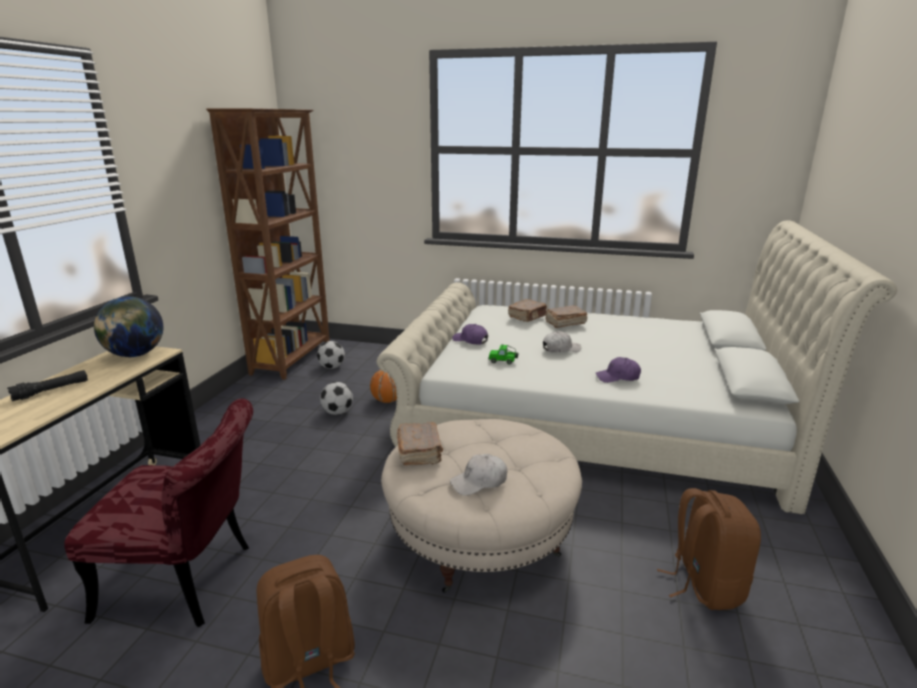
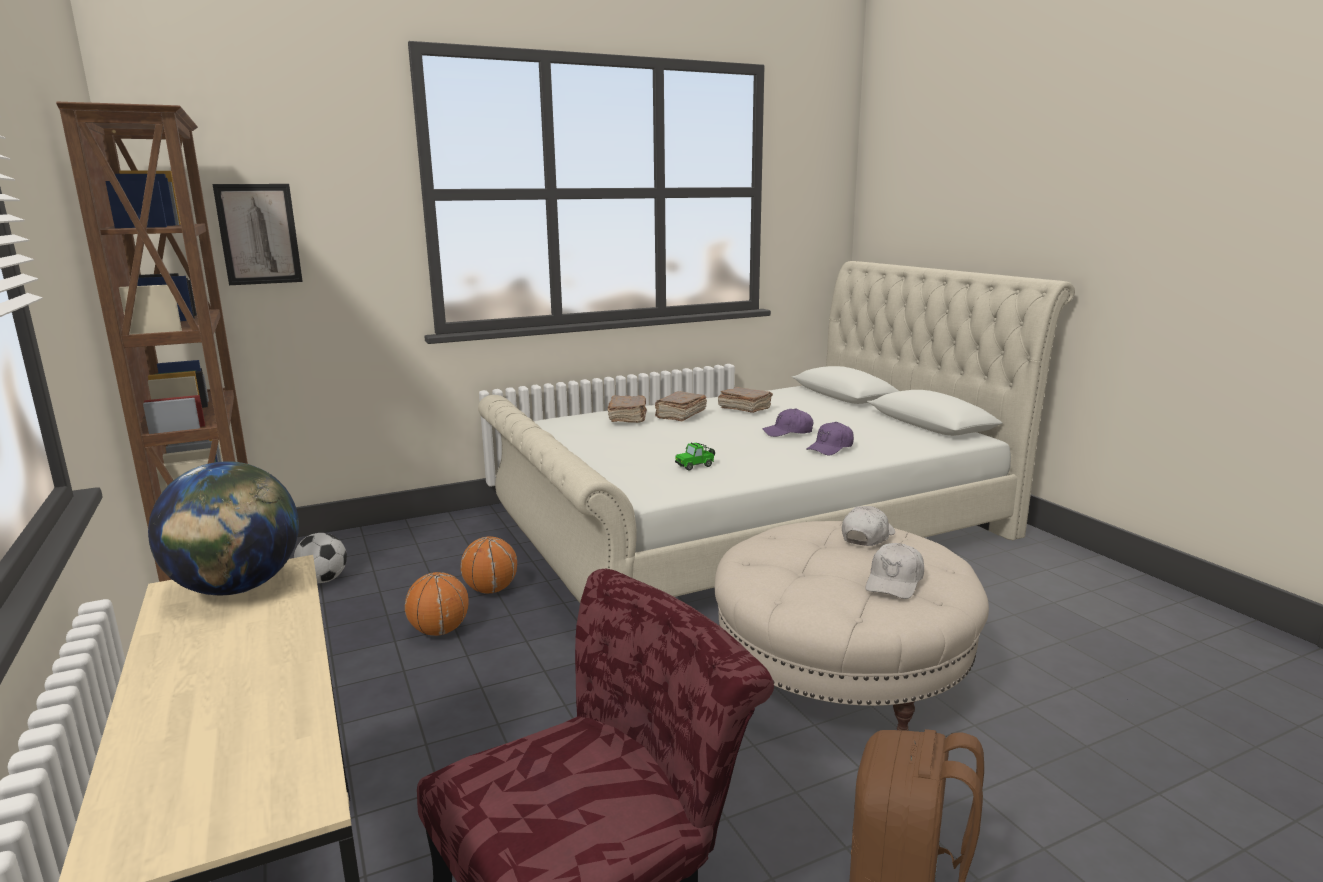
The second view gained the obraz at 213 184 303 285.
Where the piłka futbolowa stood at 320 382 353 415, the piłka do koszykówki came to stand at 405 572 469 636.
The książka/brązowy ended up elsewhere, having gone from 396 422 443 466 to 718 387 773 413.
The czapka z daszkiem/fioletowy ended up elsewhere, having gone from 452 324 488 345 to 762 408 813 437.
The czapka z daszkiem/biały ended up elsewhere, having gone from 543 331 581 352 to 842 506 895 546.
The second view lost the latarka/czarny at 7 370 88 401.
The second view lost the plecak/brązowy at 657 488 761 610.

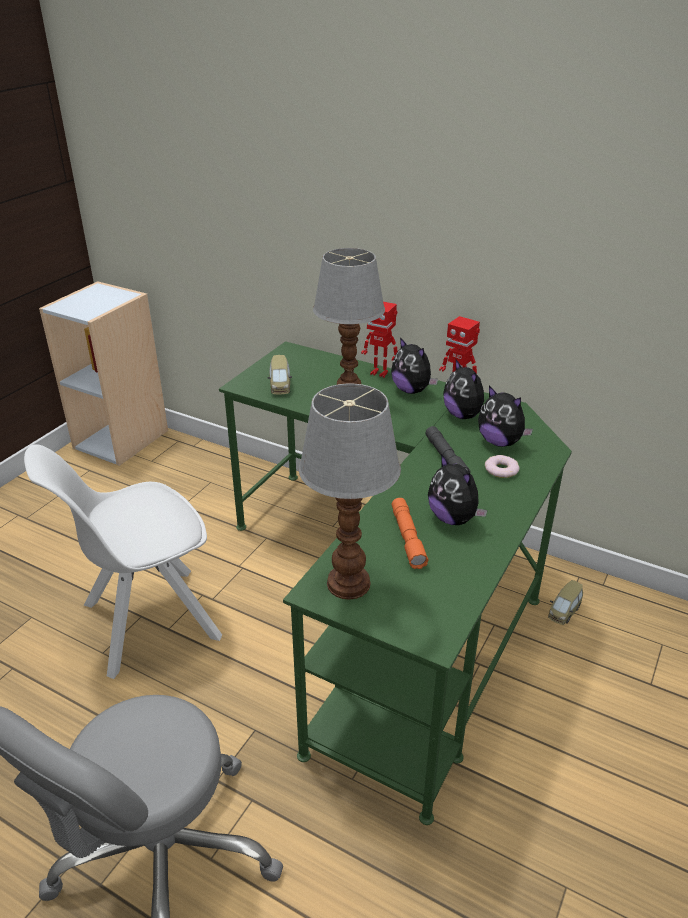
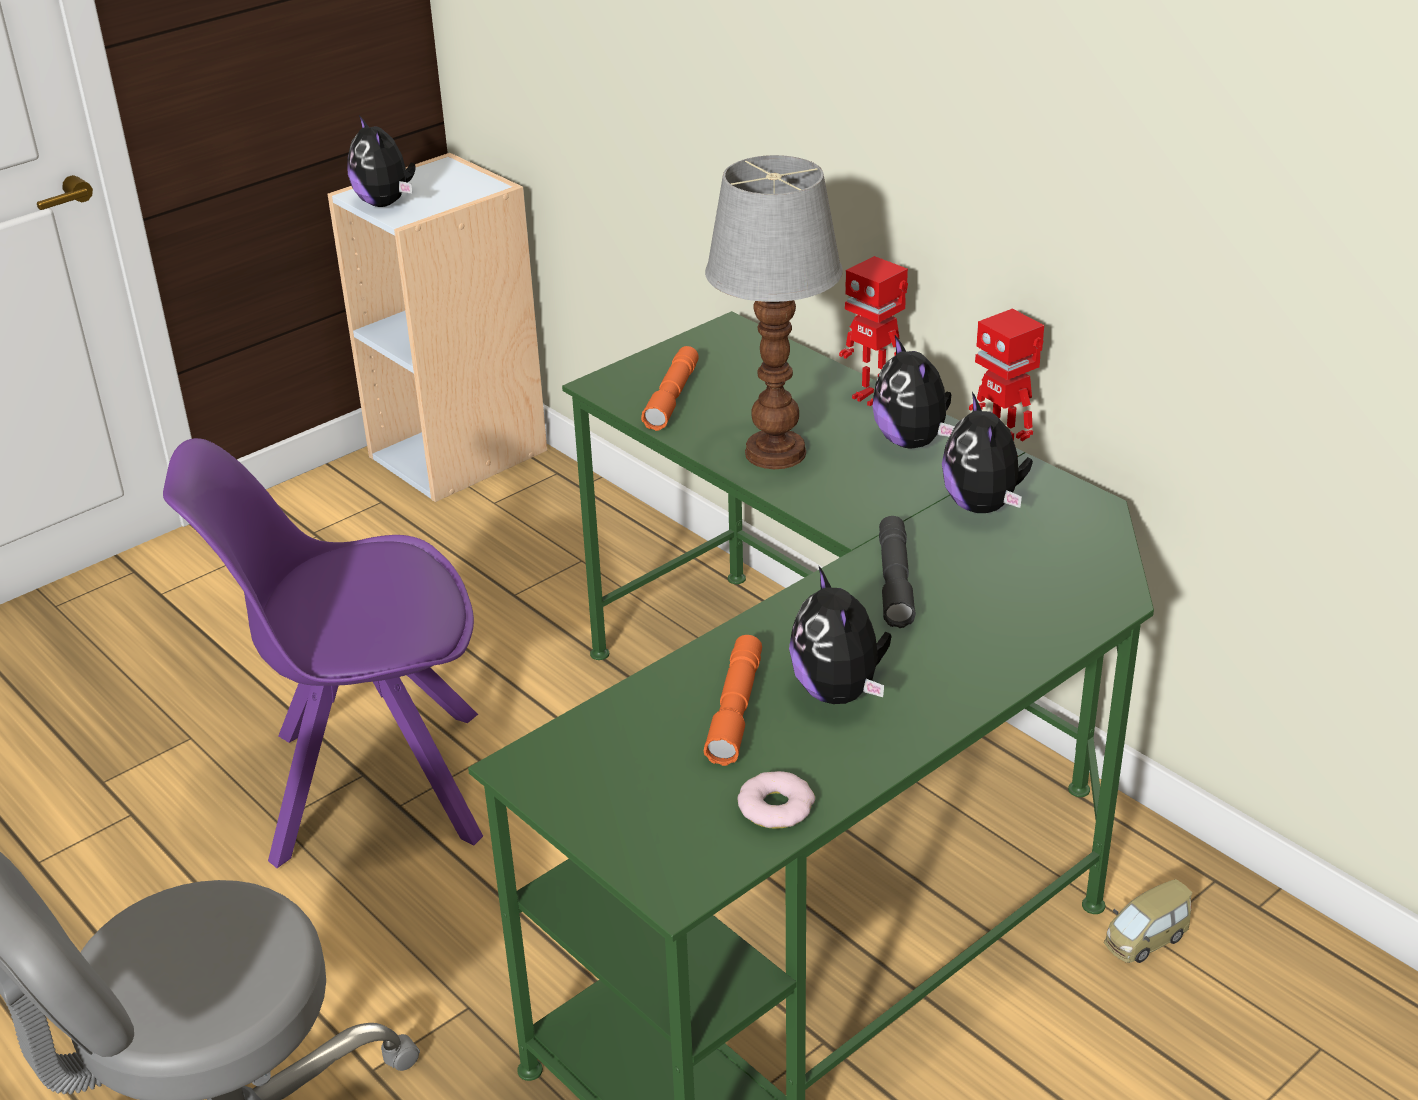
What was the krzesło/biały at 24 444 222 679 turned into the krzesło/fioletowy at 163 438 483 868.
The pluszak ended up elsewhere, having gone from 478 386 533 447 to 347 115 416 207.
Where the samochodzik stood at 268 355 292 395, the latarka/pomarańczowy came to stand at 641 346 699 431.
The donut ended up elsewhere, having gone from 485 455 520 478 to 738 771 815 829.
The second view lost the lampa stołowa at 299 384 401 600.

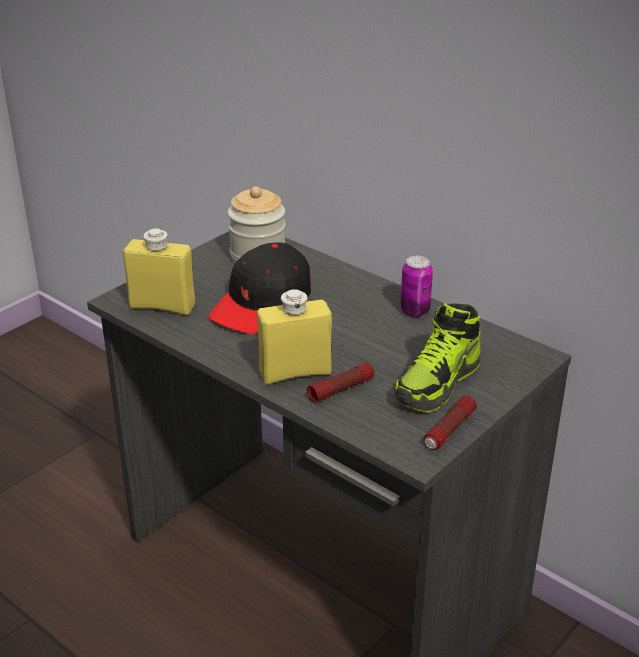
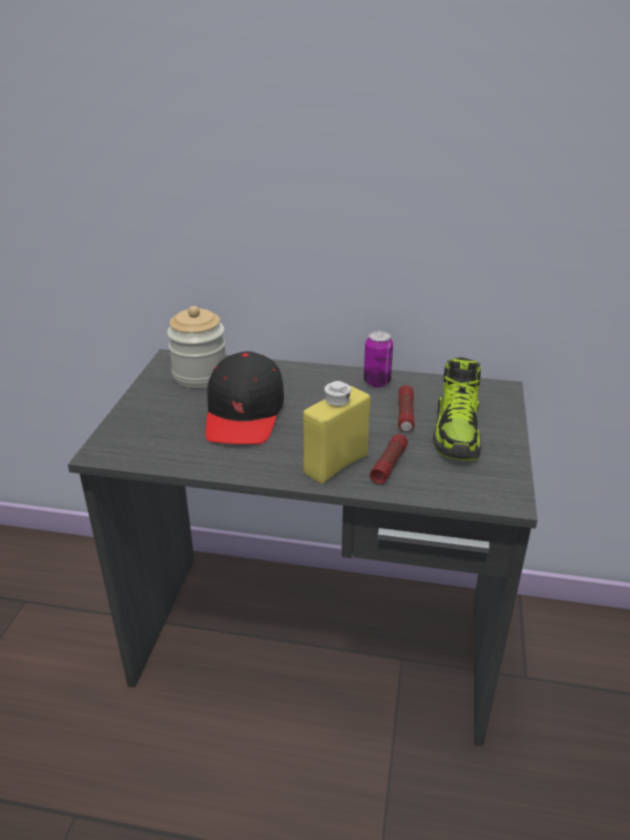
The latarka ended up elsewhere, having gone from 424 395 477 450 to 398 385 414 432.
The second view lost the butelka/żółty at 123 228 195 315.

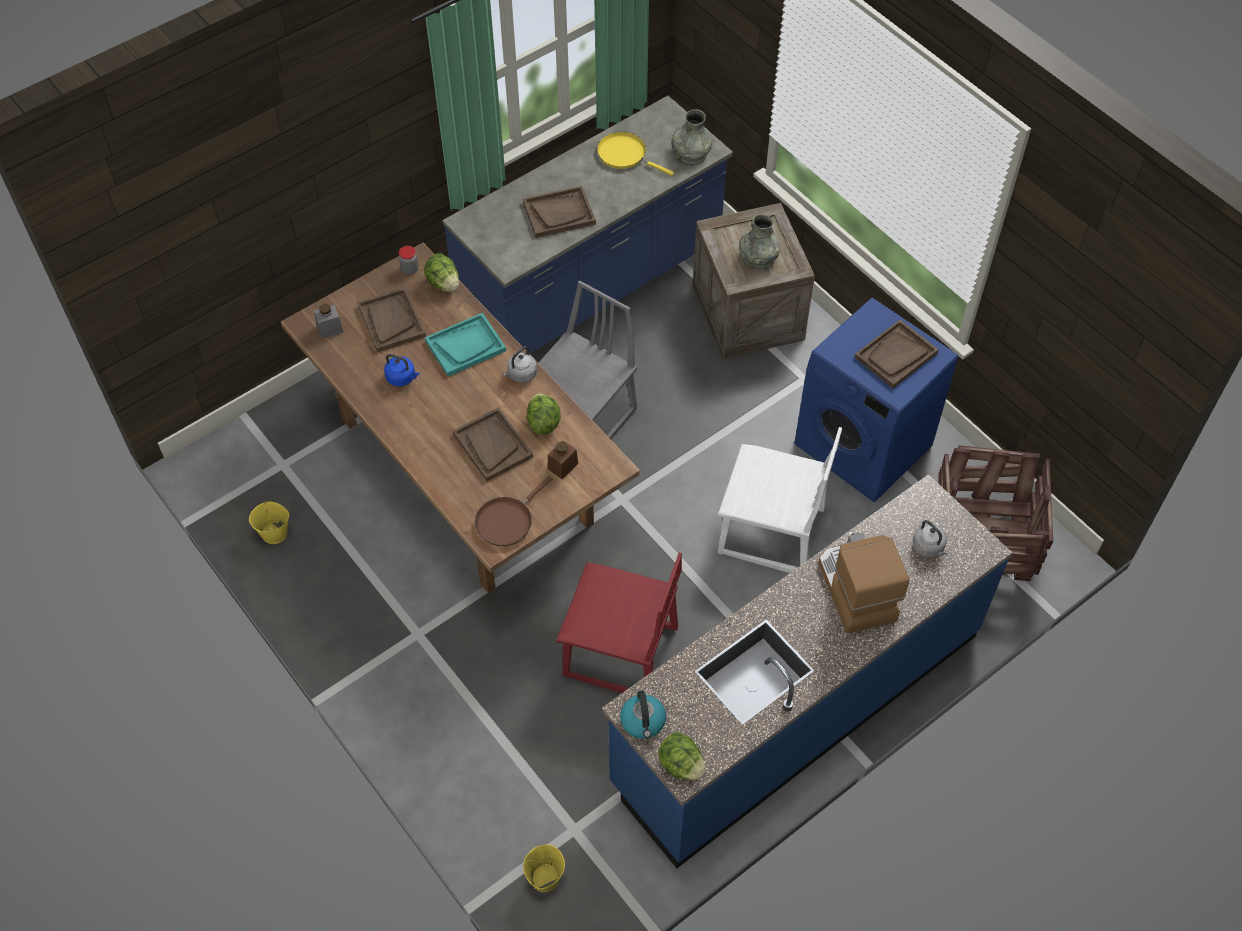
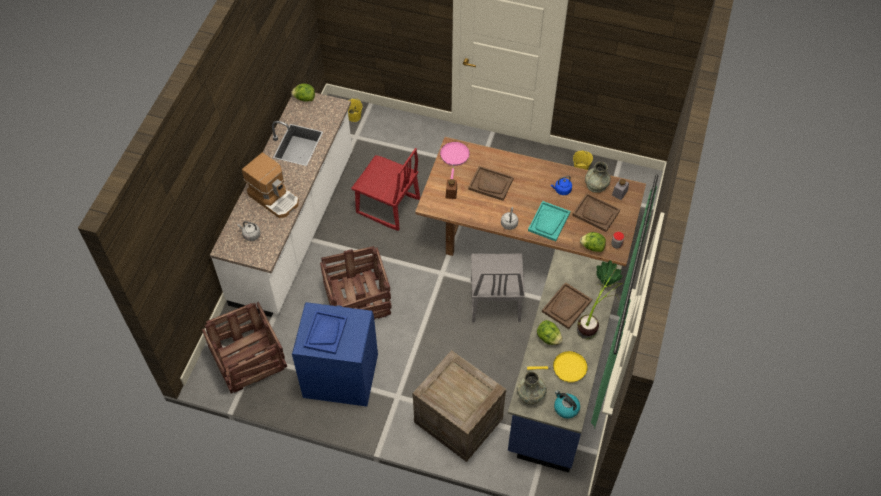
What was the zabudowa kuchenna/niebieski at 602 474 1012 868 turned into the zabudowa kuchenna/biały at 210 93 352 317.
What was the taca/brązowy at 854 320 939 388 turned into the taca/niebieski at 304 311 347 354.
Where the krzesło/biały stood at 718 427 842 573, the skrzynka came to stand at 320 246 392 320.
The krzesło/czerwony at 556 552 682 693 ended up facing another way, 135 degrees counterclockwise from before.
What was the patelnia/brązowy at 475 476 552 547 turned into the patelnia/różowy at 440 142 470 179.
The sałata ended up elsewhere, having gone from 526 393 561 435 to 537 320 563 345.
The czajnik ended up elsewhere, having gone from 620 691 666 739 to 554 390 580 419.
The second view gained the roślina doniczkowa at 577 266 623 339.
The wazon/szary ended up elsewhere, having gone from 739 214 780 269 to 585 162 611 193.
The second view gained the wazon/zielony at 596 260 622 286.

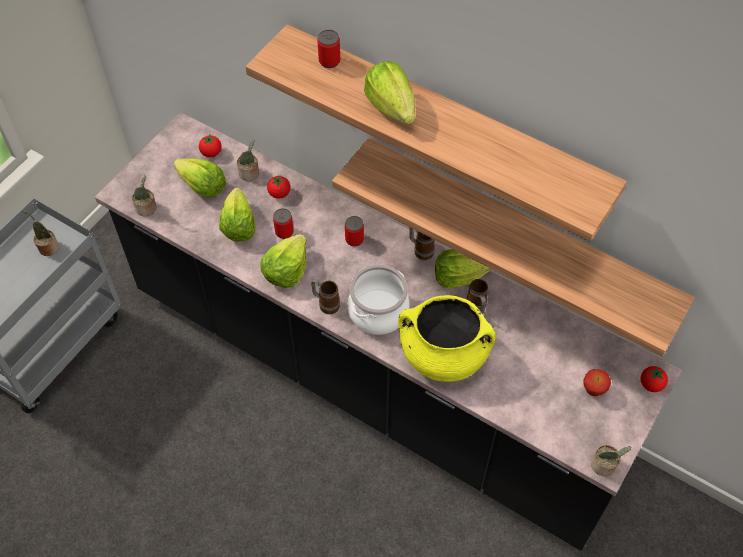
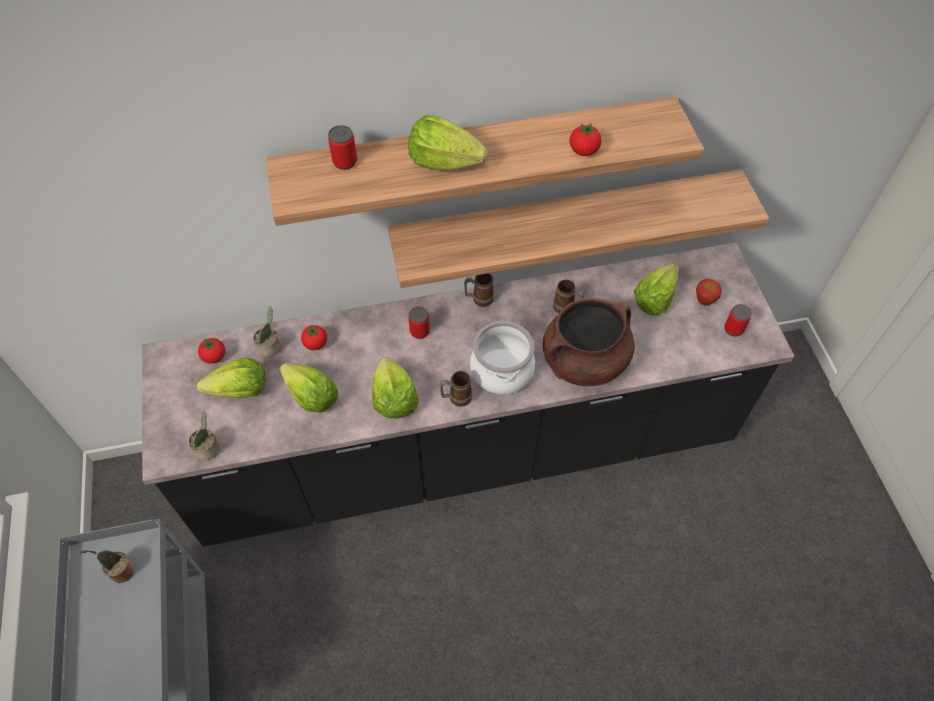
What was the garnek/żółty at 398 295 496 382 turned into the garnek/brązowy at 543 297 635 386.
The pomidor ended up elsewhere, having gone from 640 366 668 392 to 570 123 602 156.
The sałata ended up elsewhere, having gone from 435 249 492 288 to 634 264 679 316.
The puszka ended up elsewhere, having gone from 273 208 294 239 to 724 304 752 337.
The second view lost the roślina doniczkowa at 591 445 631 476.

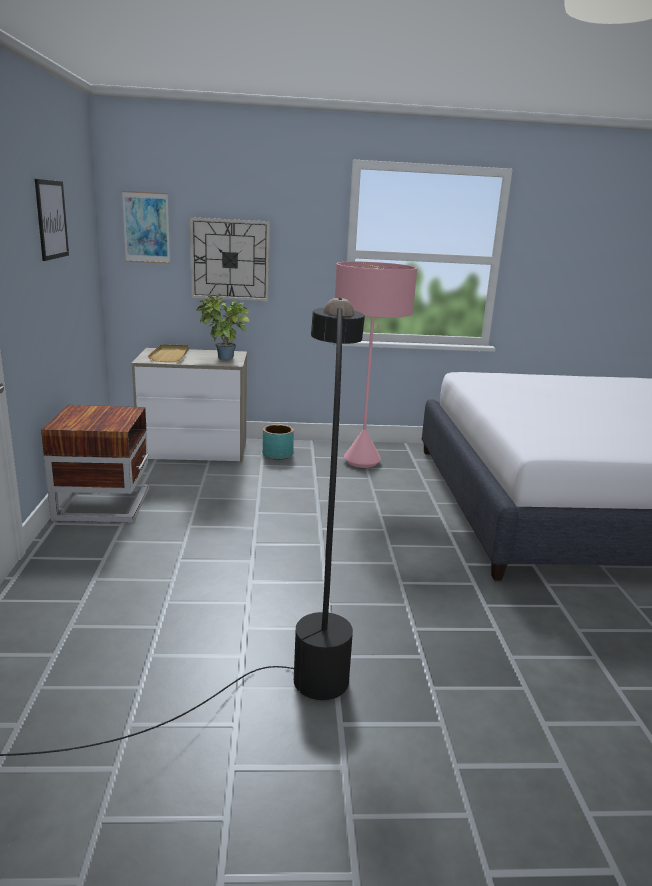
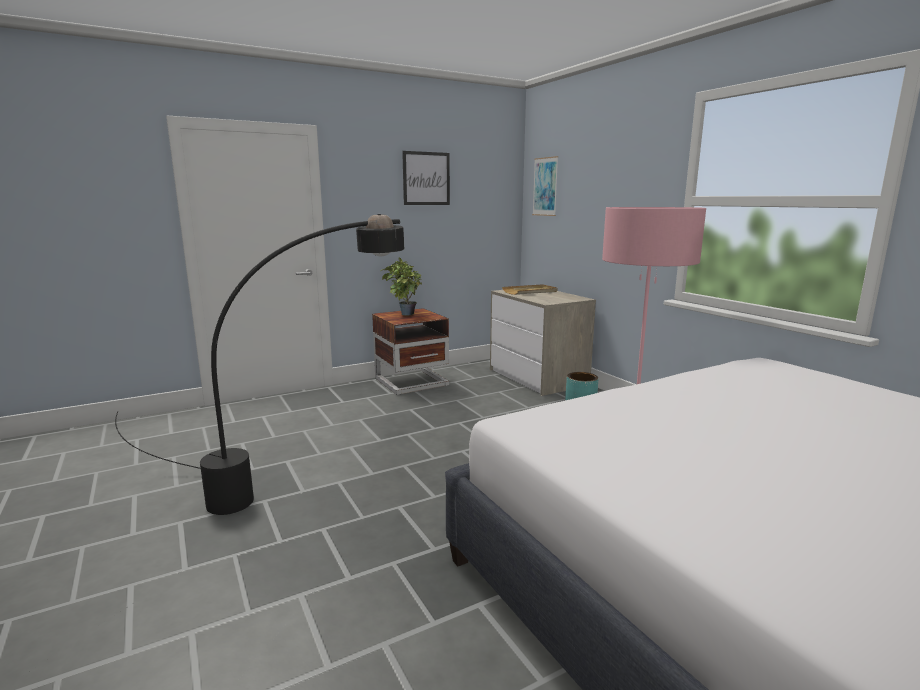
The roślina doniczkowa ended up elsewhere, having gone from 196 294 250 360 to 380 257 422 316.
The second view lost the zegar ścienny at 190 217 270 301.

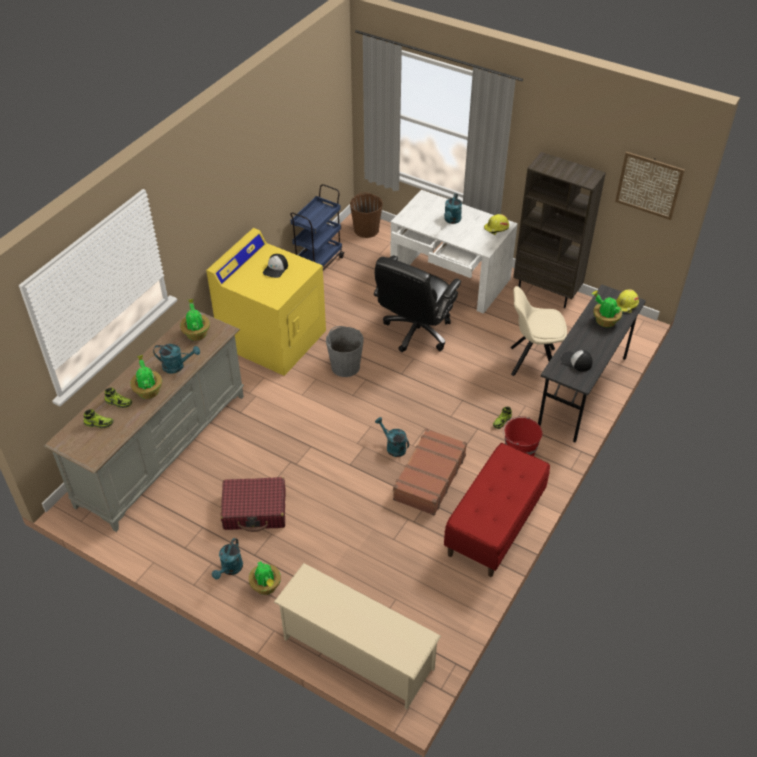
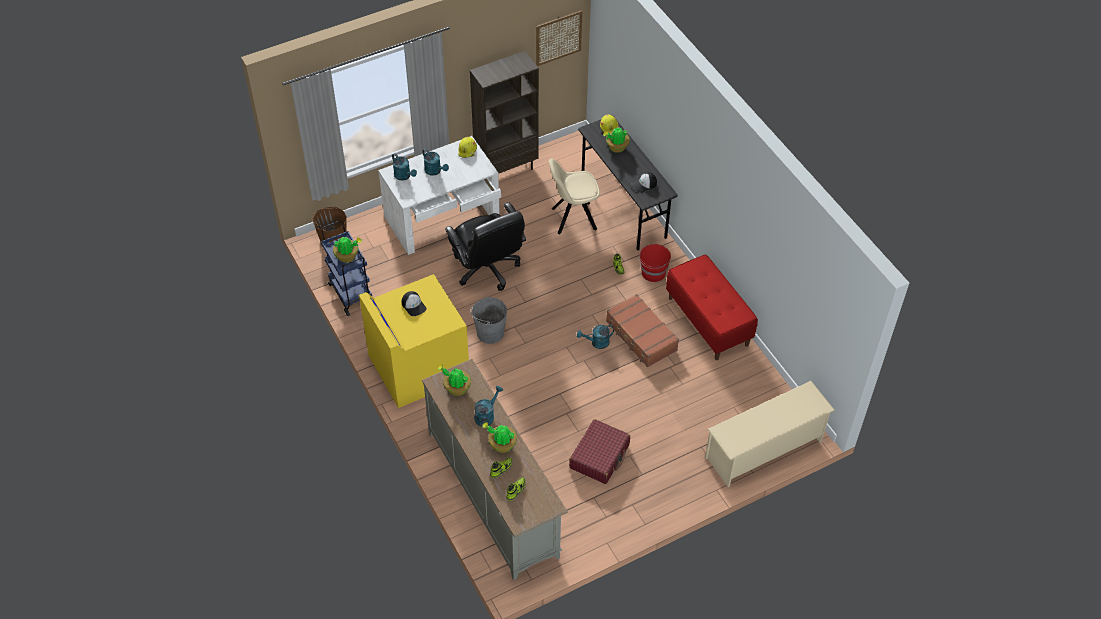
The roślina doniczkowa ended up elsewhere, having gone from 249 561 281 595 to 333 237 362 263.
The konewka/turkusowy ended up elsewhere, having gone from 212 538 243 579 to 392 153 417 181.
The krzesło/beżowy at 510 286 567 376 ended up facing another way, 45 degrees clockwise from before.

